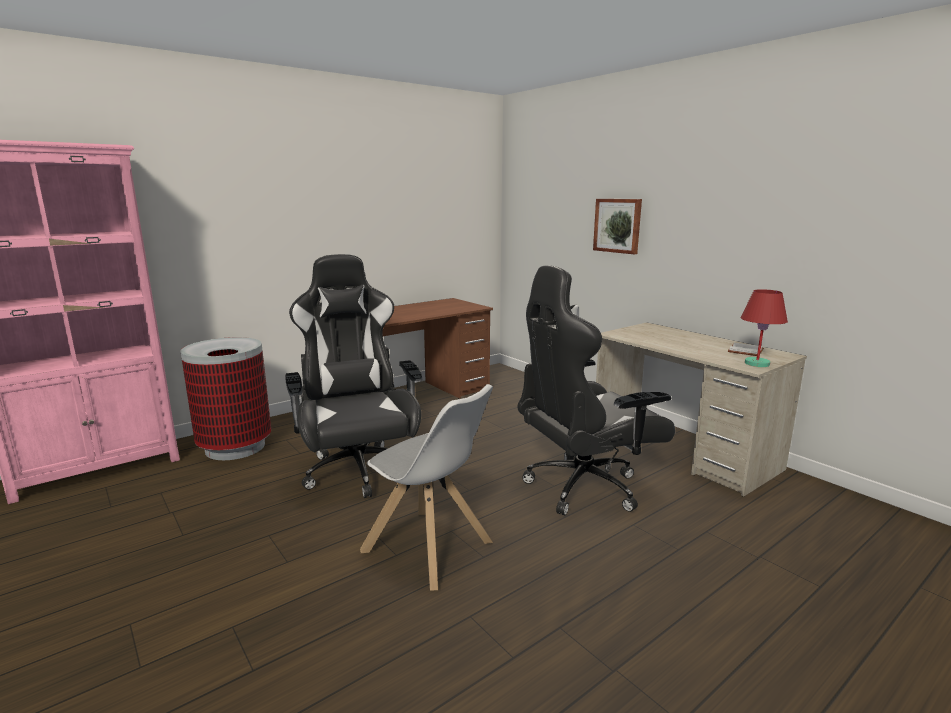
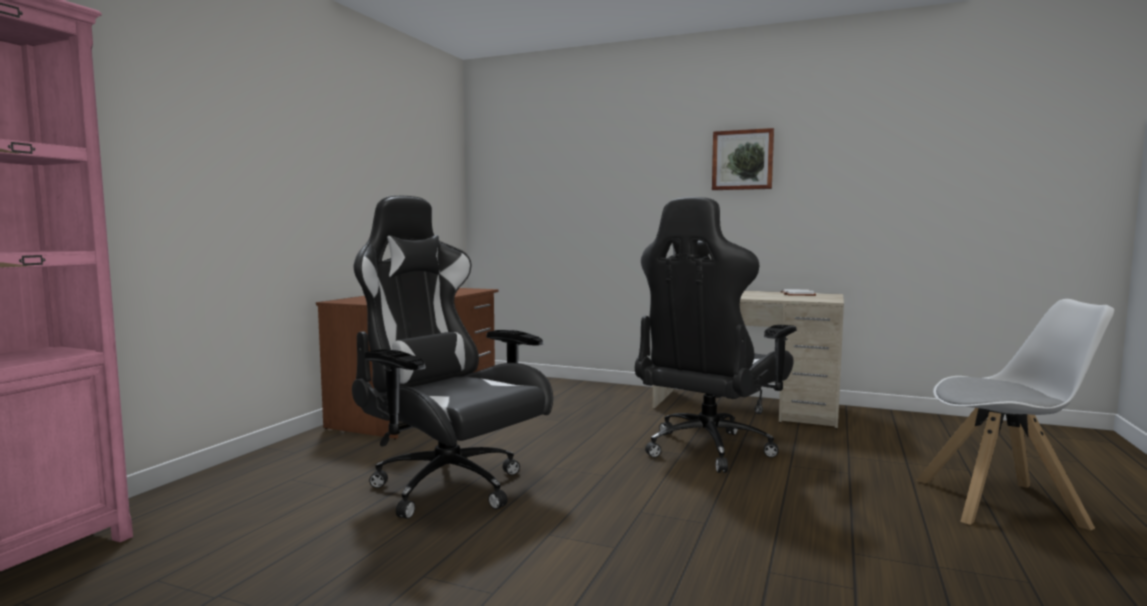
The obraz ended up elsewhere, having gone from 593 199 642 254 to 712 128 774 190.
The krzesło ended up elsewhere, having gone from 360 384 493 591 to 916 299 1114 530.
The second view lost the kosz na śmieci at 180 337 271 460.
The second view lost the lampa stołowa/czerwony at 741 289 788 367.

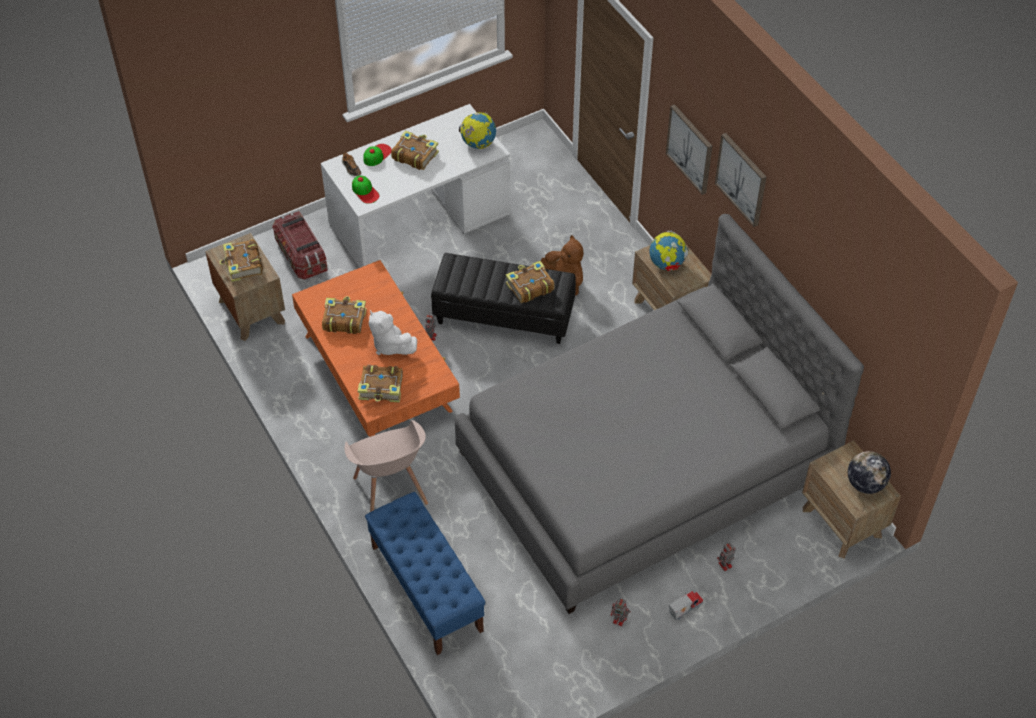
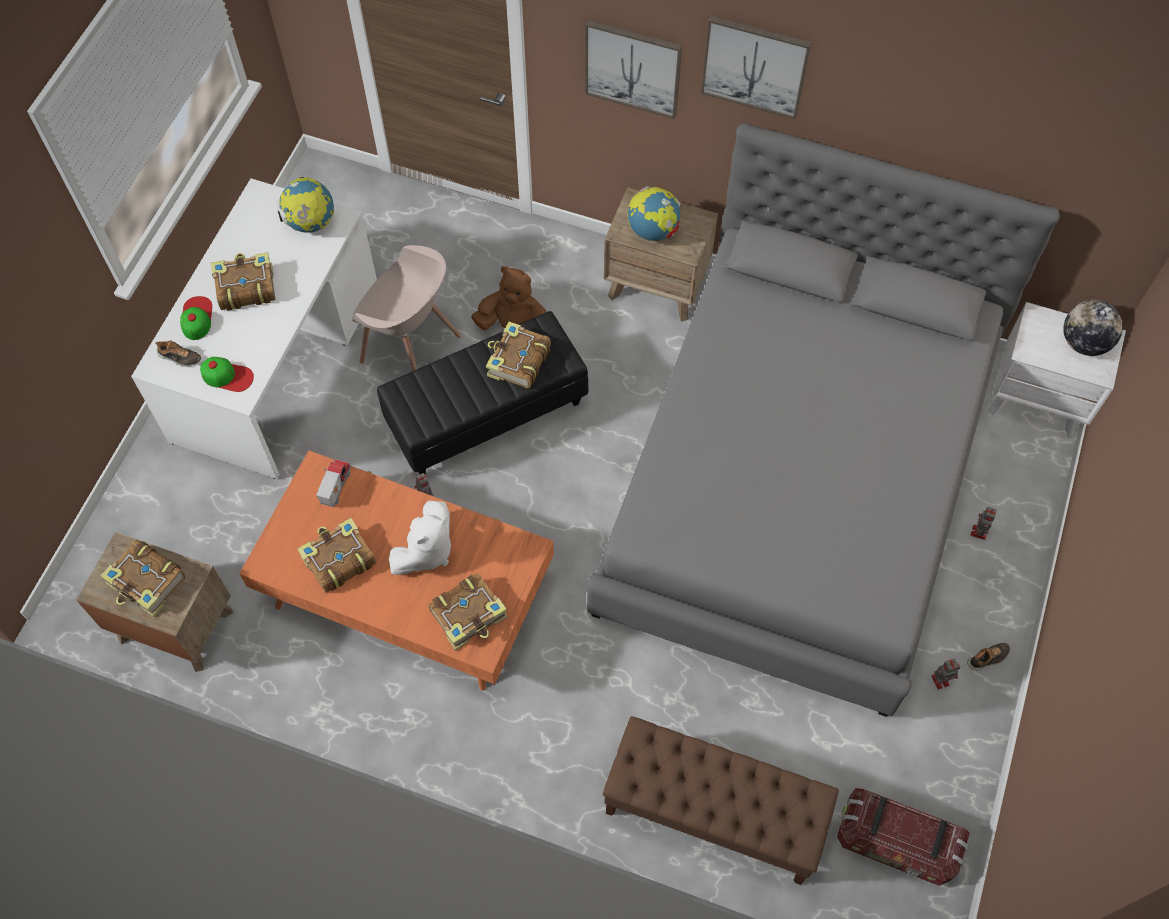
The ciężarówka zabawkowa ended up elsewhere, having gone from 669 591 703 620 to 316 459 351 507.
The krzesło/beżowy ended up elsewhere, having gone from 345 420 428 512 to 352 245 461 371.
The pluszak/biały at 369 310 417 355 ended up facing another way, 60 degrees counterclockwise from before.
What was the ławka/niebieski at 365 492 486 655 turned into the ławka/brązowy at 603 716 839 885.
The pojemnik do przechowywania ended up elsewhere, having gone from 272 211 328 279 to 837 788 970 886.
The second view gained the but at 967 643 1010 671.
What was the szafka nocna/brązowy at 802 440 901 559 turned into the szafka nocna/biały at 988 302 1126 438.

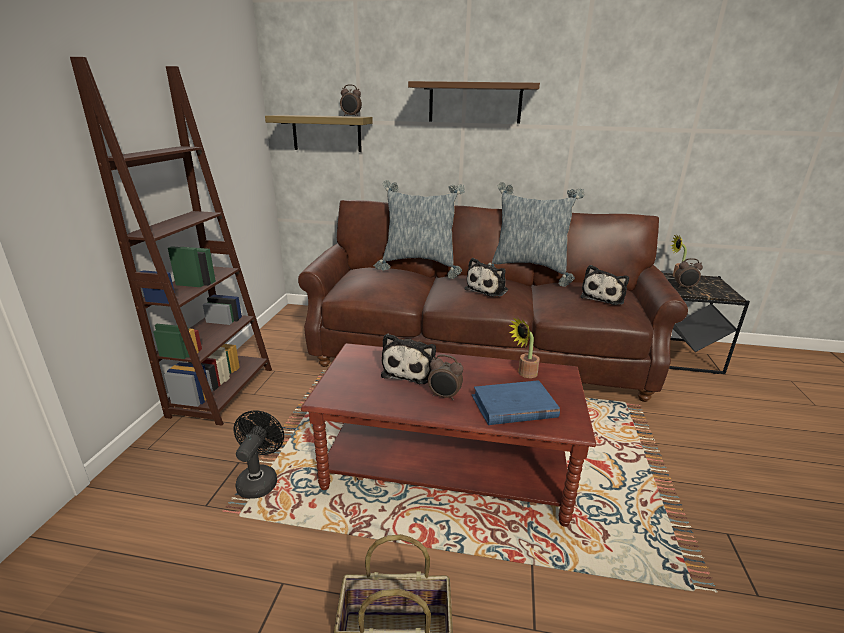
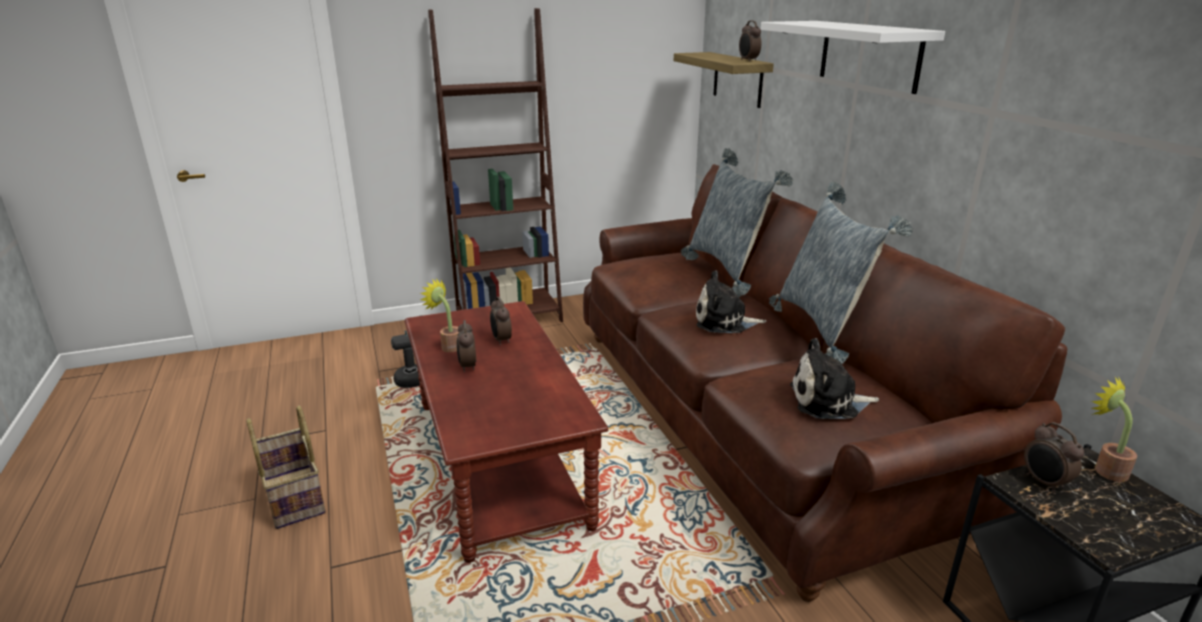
The roślina doniczkowa ended up elsewhere, having gone from 509 318 540 378 to 420 279 459 352.
Where the pluszak stood at 381 334 436 384, the budzik came to stand at 490 297 512 346.
What was the półka/brązowy at 408 81 540 124 turned into the półka/biały at 761 21 945 94.
The second view lost the książka/niebieski at 472 380 560 425.

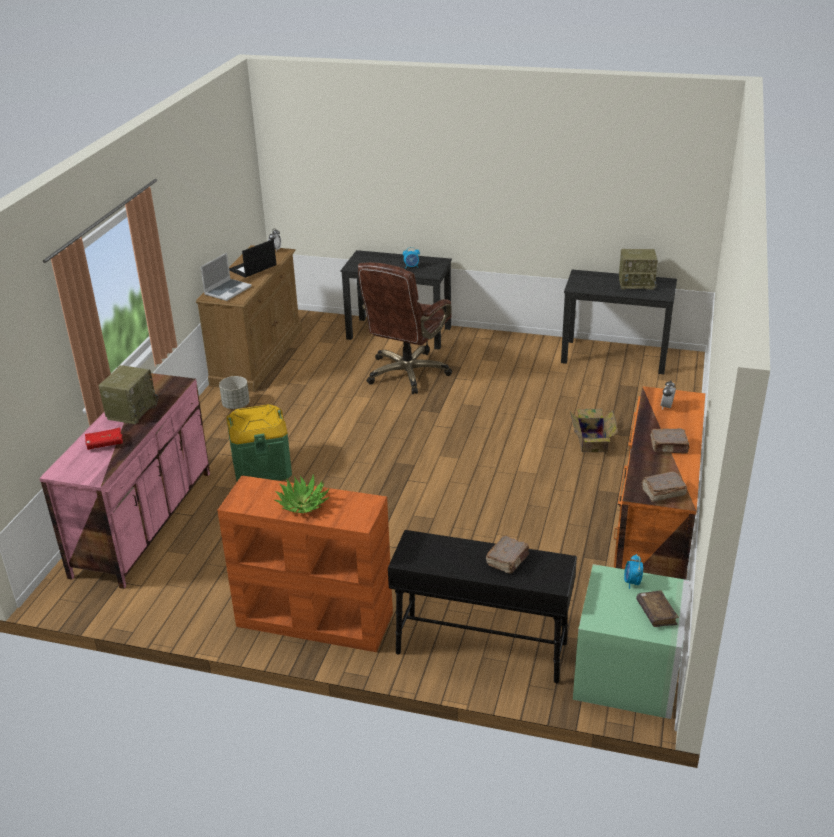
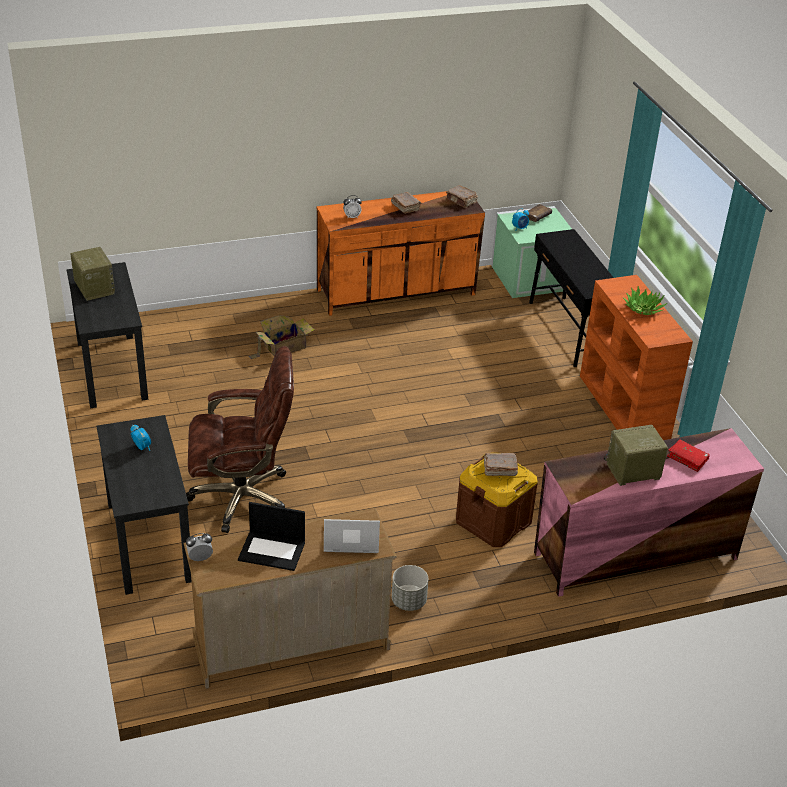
What was the pojemnik do przechowywania/zielony at 226 404 292 481 turned into the pojemnik do przechowywania/brązowy at 456 455 538 547.
The książka/brązowy ended up elsewhere, having gone from 486 535 529 573 to 484 453 518 476.

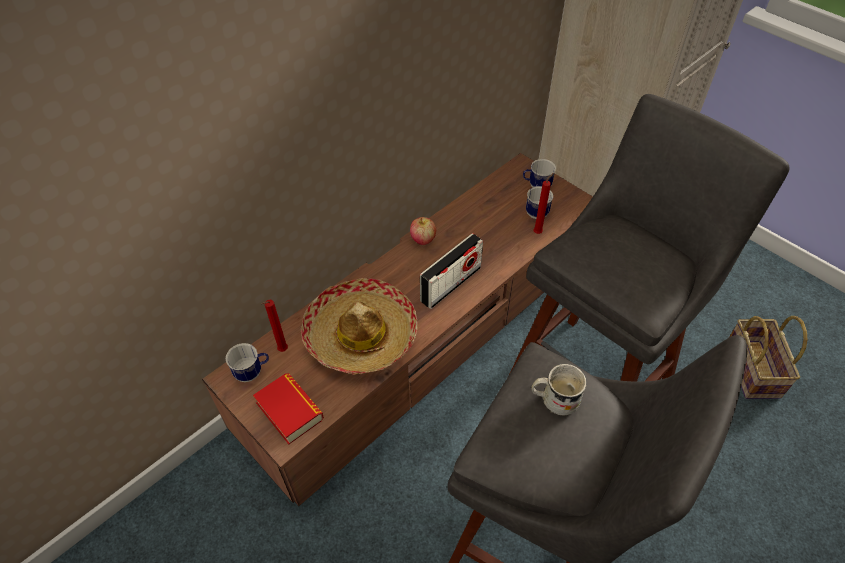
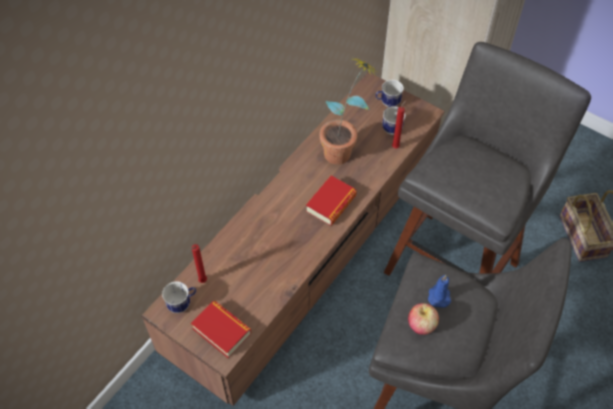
Where the radio stood at 420 233 483 309, the książka came to stand at 306 176 357 225.
The second view gained the roślina doniczkowa at 320 56 378 165.
The jabłko ended up elsewhere, having gone from 410 217 436 245 to 408 303 439 335.
Where the kubek/biały stood at 531 364 587 415, the świeca/niebieski came to stand at 428 275 451 308.
The second view lost the kapelusz at 301 278 418 375.

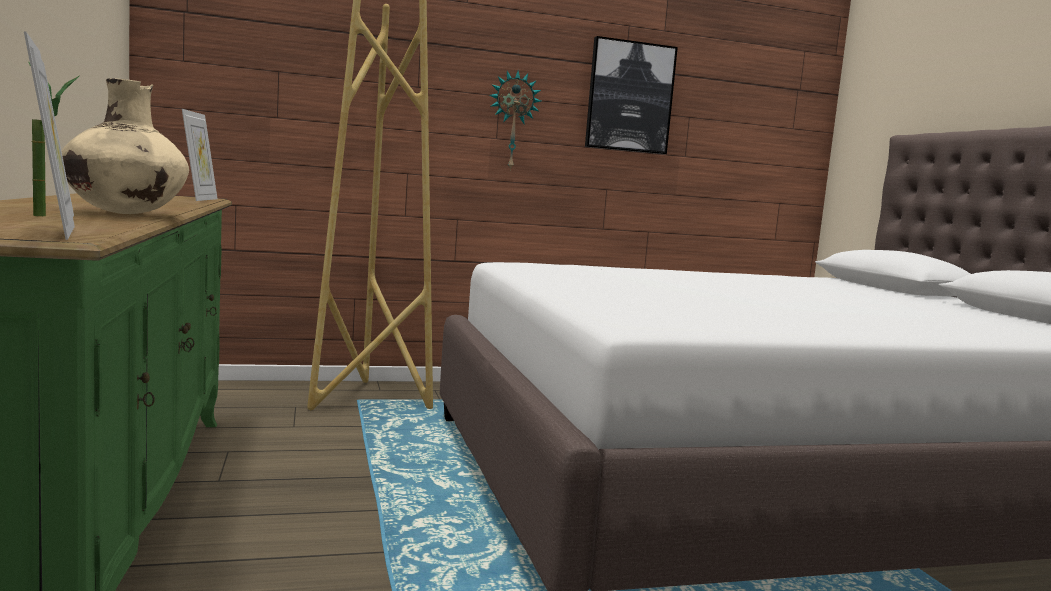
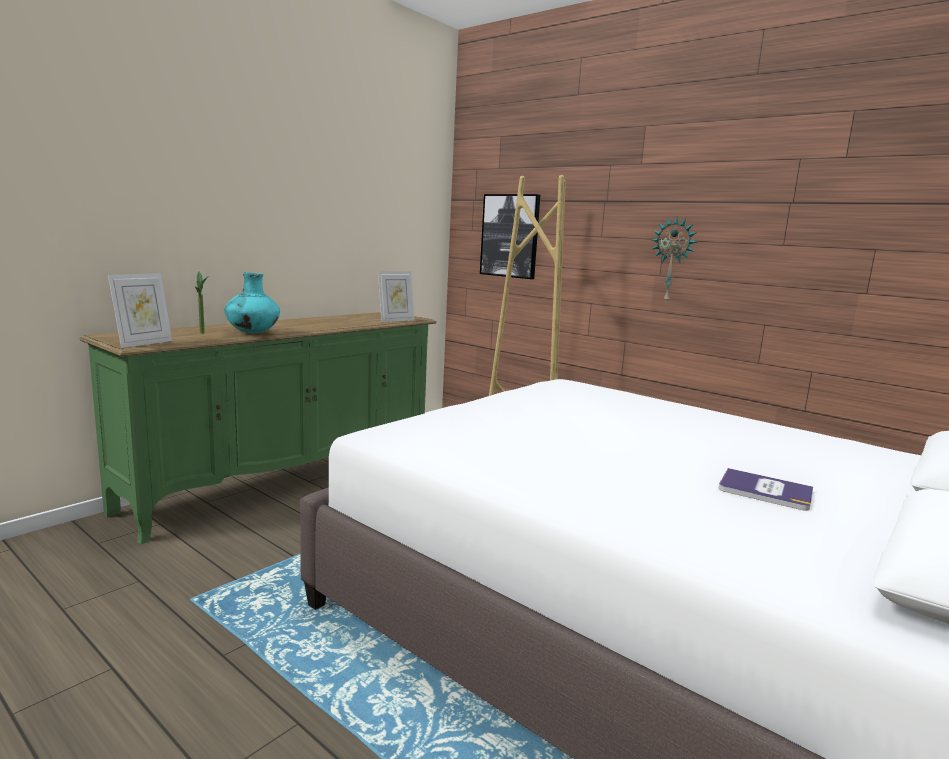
What was the wazon/beżowy at 61 78 189 214 turned into the wazon/turkusowy at 224 272 280 333.
The obraz ended up elsewhere, having gone from 585 36 678 154 to 480 194 540 279.
The second view gained the książka at 719 468 813 511.

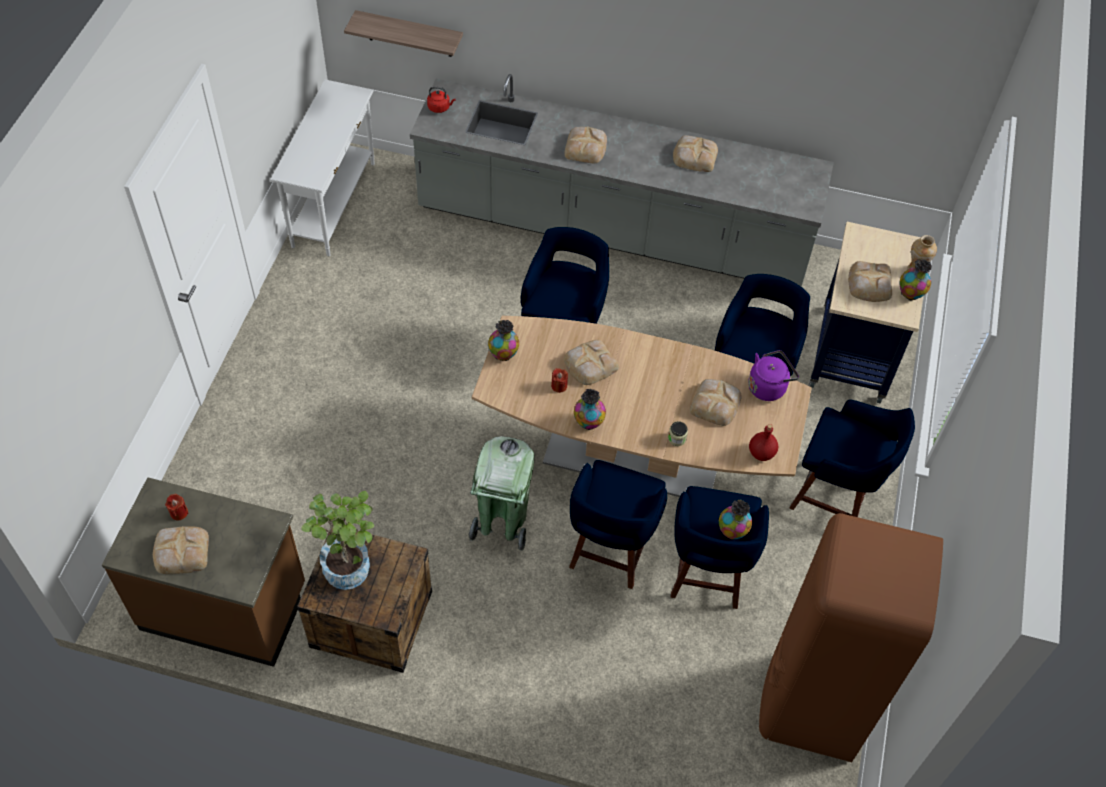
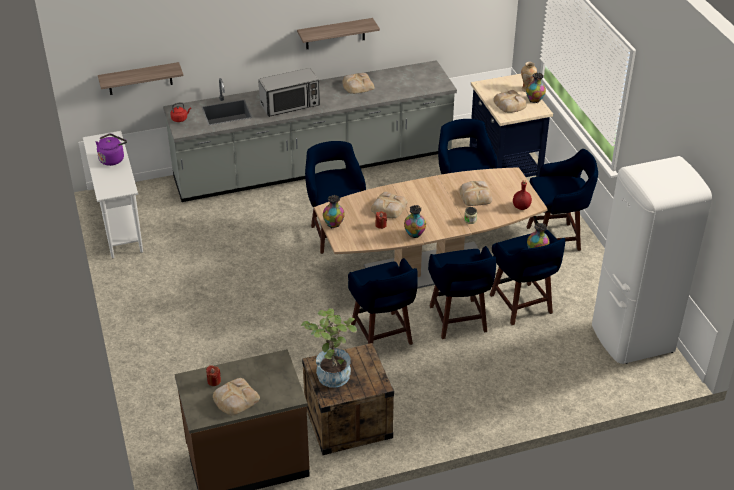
The czajnik/fioletowy ended up elsewhere, having gone from 748 350 799 401 to 96 134 127 166.
Where the chleb stood at 564 126 607 163, the mikrofalówka came to stand at 258 68 320 117.
The second view gained the półka at 297 18 380 49.
Where the kosz na śmieci/zielony stood at 469 436 535 551, the stołek/niebieski came to stand at 348 258 418 345.
What was the lodówka/brązowy at 759 513 943 762 turned into the lodówka/biały at 592 156 712 364.

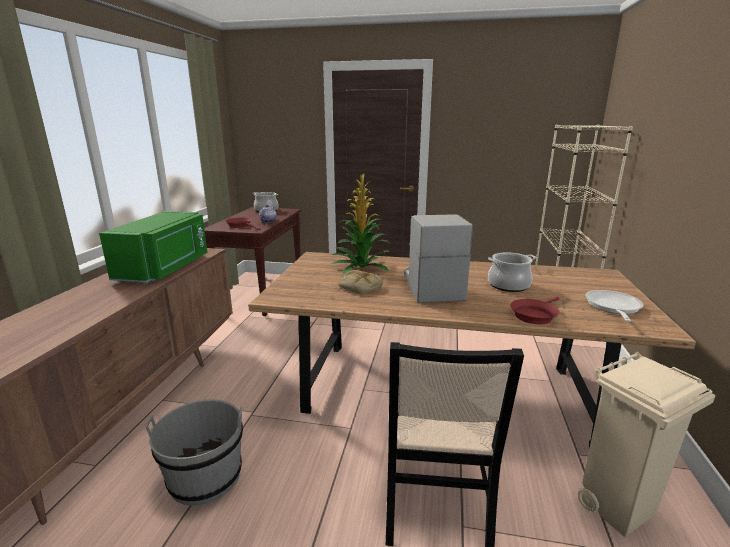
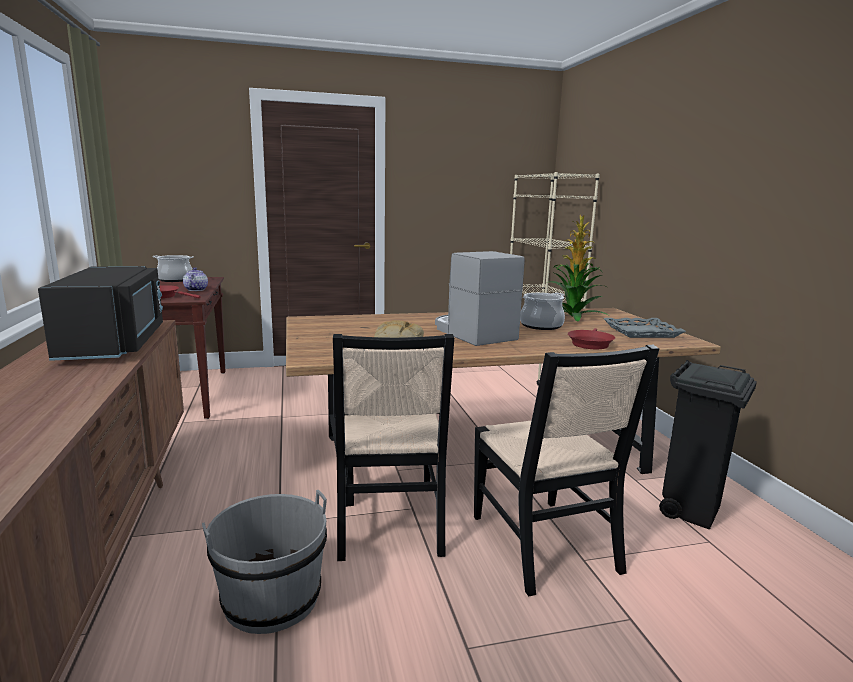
What was the mikrofalówka/zielony at 99 211 207 283 turned into the mikrofalówka/czarny at 38 266 163 361.
The second view gained the krzesło at 333 334 454 561.
The roślina doniczkowa ended up elsewhere, having gone from 330 173 390 274 to 546 215 608 322.
Where the patelnia stood at 585 290 643 322, the taca/szary came to stand at 603 318 686 338.
What was the kosz na śmieci/beżowy at 578 352 716 537 turned into the kosz na śmieci/czarny at 659 360 757 529.

